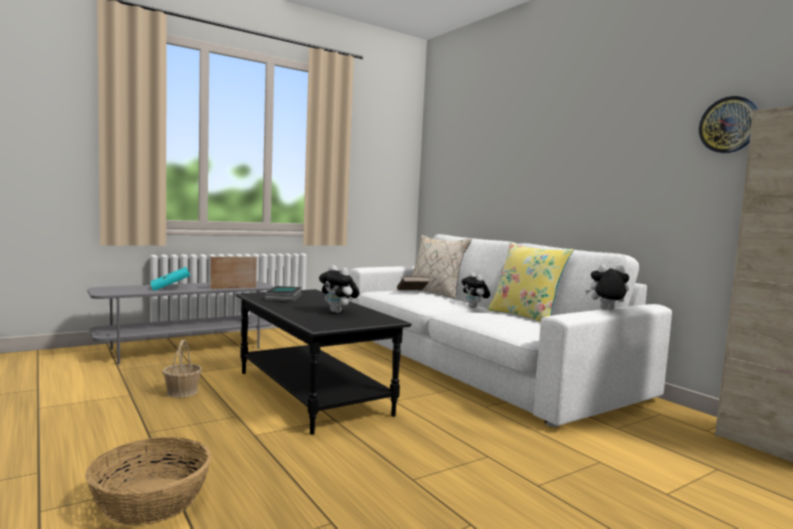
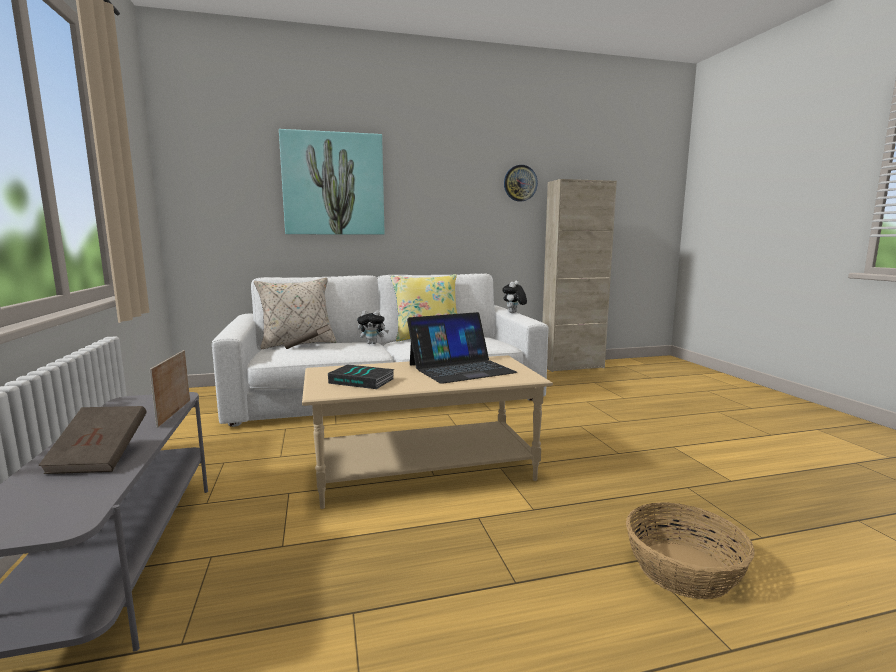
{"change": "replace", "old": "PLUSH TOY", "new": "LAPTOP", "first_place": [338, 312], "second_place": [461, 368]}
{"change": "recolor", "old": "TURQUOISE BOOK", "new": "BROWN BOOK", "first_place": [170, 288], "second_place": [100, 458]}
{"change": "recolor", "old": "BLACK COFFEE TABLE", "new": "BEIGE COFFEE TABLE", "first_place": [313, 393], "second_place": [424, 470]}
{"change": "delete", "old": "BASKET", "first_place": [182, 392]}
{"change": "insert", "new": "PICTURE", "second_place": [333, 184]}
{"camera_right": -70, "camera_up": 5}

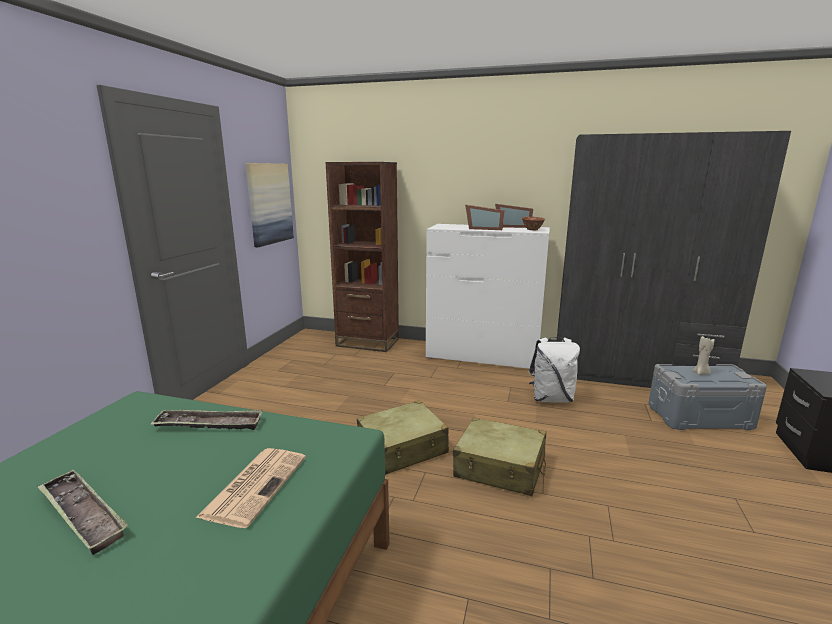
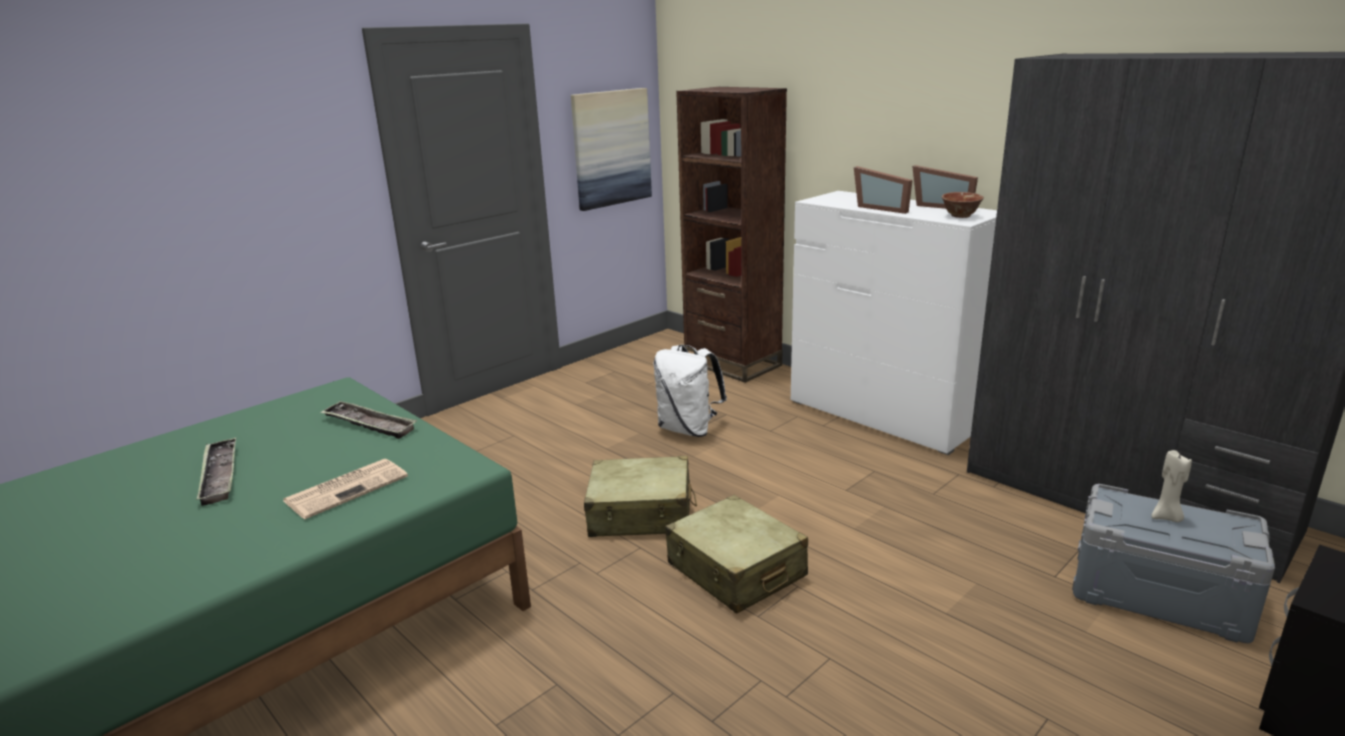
{"change": "move", "old": "WHITE BACKPACK", "first_place": [551, 398], "second_place": [688, 429]}
{"camera_right": 30, "camera_up": 5}

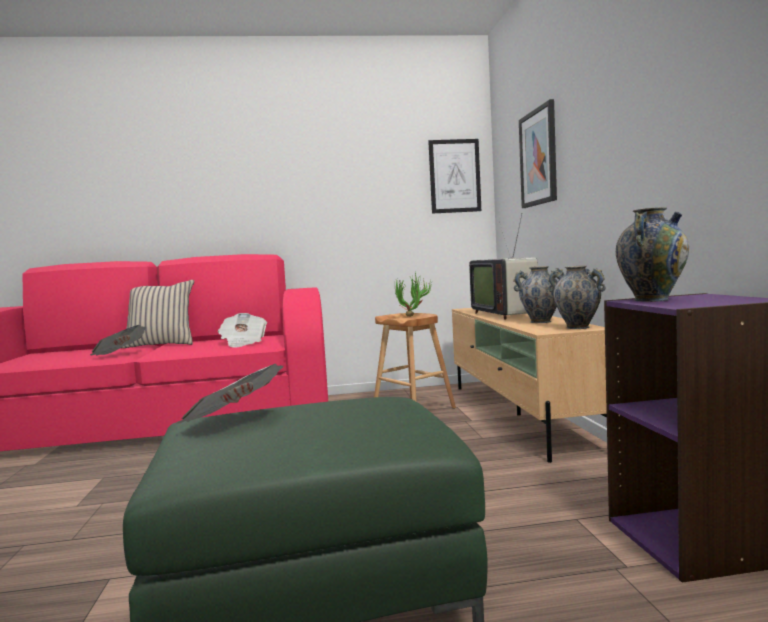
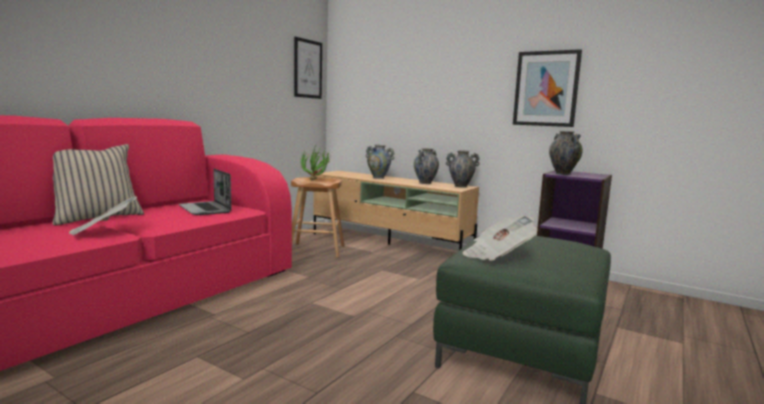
{"change": "move", "old": "PICTURE", "first_place": [538, 157], "second_place": [546, 89]}
{"change": "replace", "old": "TELEVISION", "new": "VASE", "first_place": [506, 314], "second_place": [378, 178]}
{"change": "replace", "old": "NEWSPAPER", "new": "LAPTOP", "first_place": [243, 343], "second_place": [205, 209]}
{"camera_right": -50, "camera_up": 5}

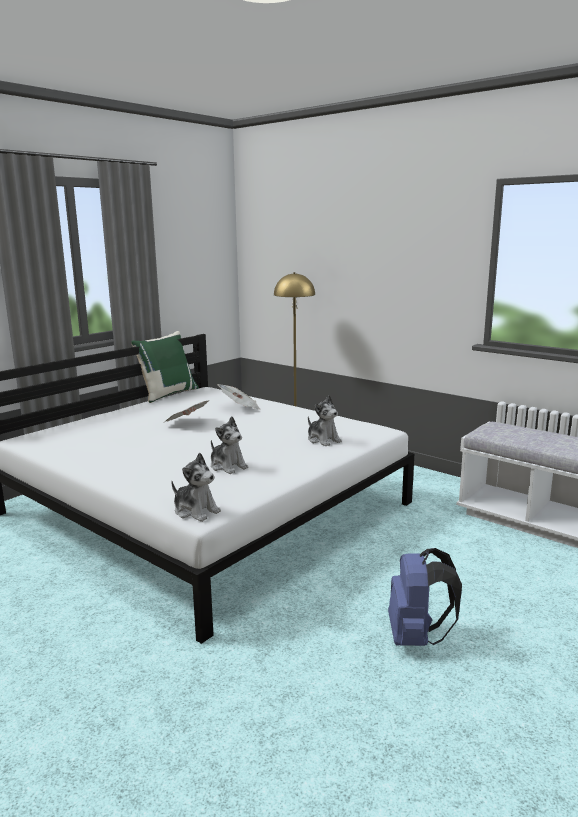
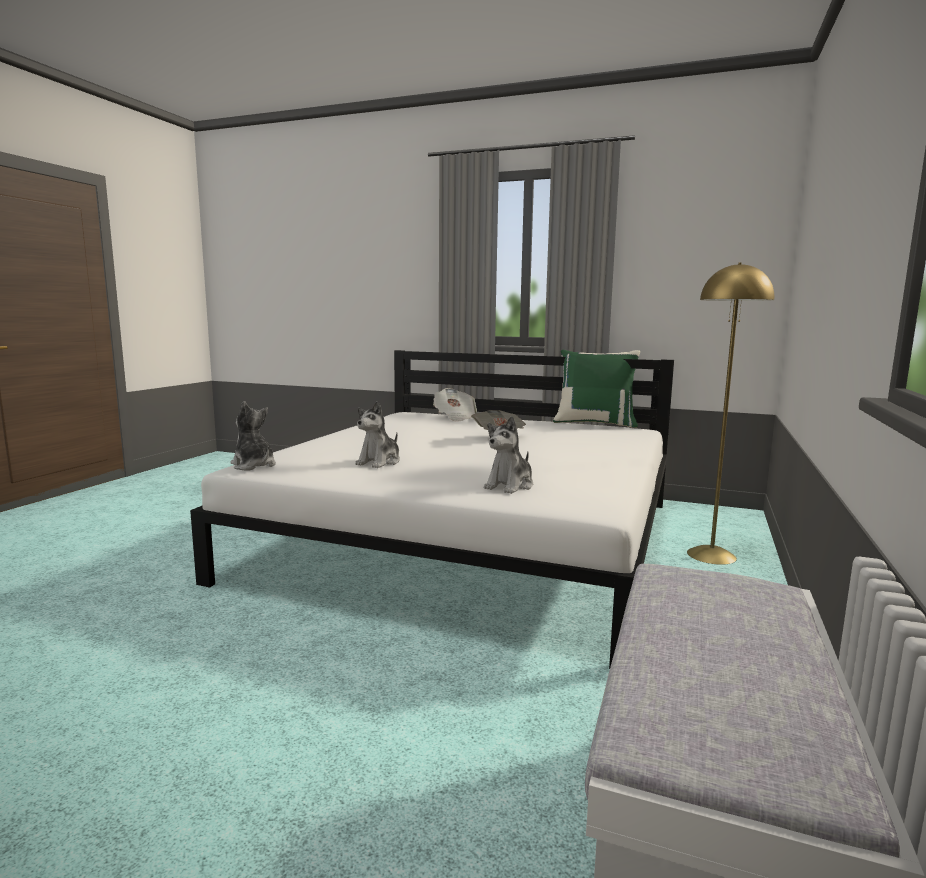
{"change": "move", "old": "NEWSPAPER", "first_place": [240, 408], "second_place": [455, 417]}
{"change": "rotate", "old": "PLUSH TOY", "first_place": [196, 511], "second_place": [253, 466], "degrees": 120}
{"change": "delete", "old": "BLUE BACKPACK", "first_place": [416, 637]}
{"camera_right": 70, "camera_up": -5}

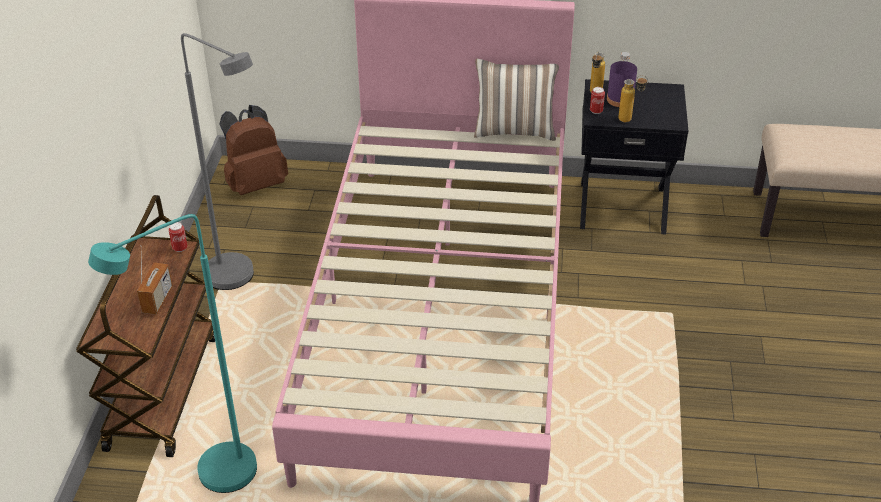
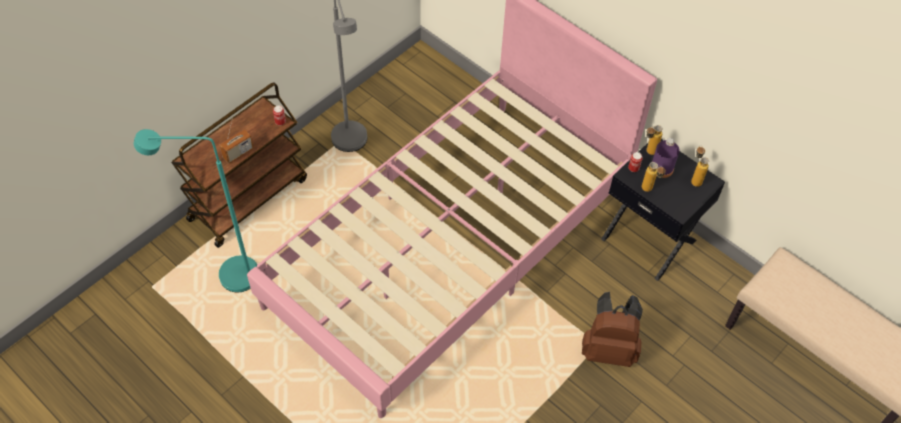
{"change": "delete", "old": "PILLOW", "first_place": [514, 130]}
{"change": "move", "old": "BROWN BACKPACK", "first_place": [255, 184], "second_place": [608, 349]}
{"change": "insert", "new": "BOTTLE", "second_place": [694, 179]}
{"camera_right": 35, "camera_up": 15}

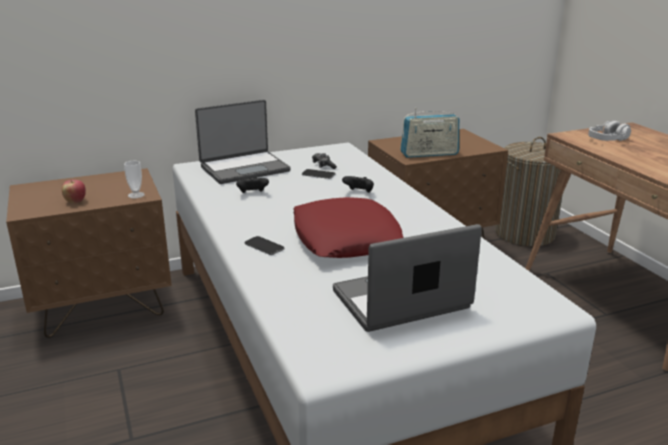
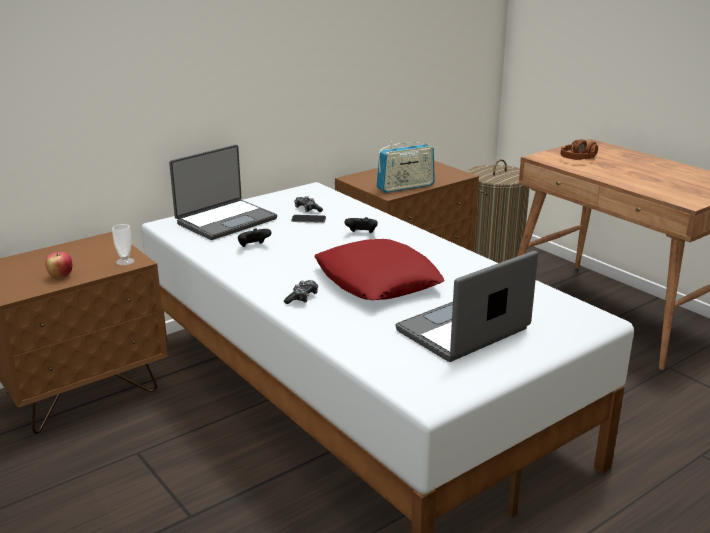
{"change": "recolor", "old": "GREY HEADPHONES", "new": "BROWN HEADPHONES", "first_place": [608, 140], "second_place": [578, 158]}
{"change": "replace", "old": "PHONE", "new": "GAME CONTROLLER", "first_place": [264, 246], "second_place": [302, 298]}
{"camera_right": -15, "camera_up": 0}

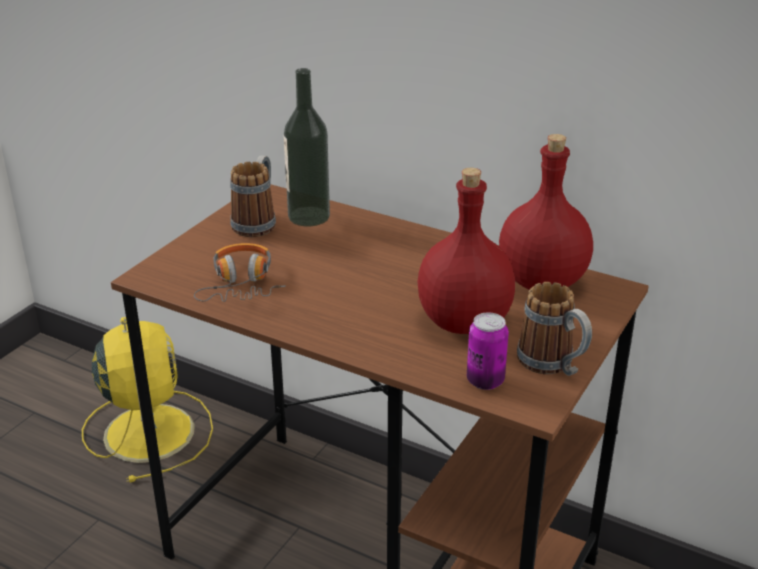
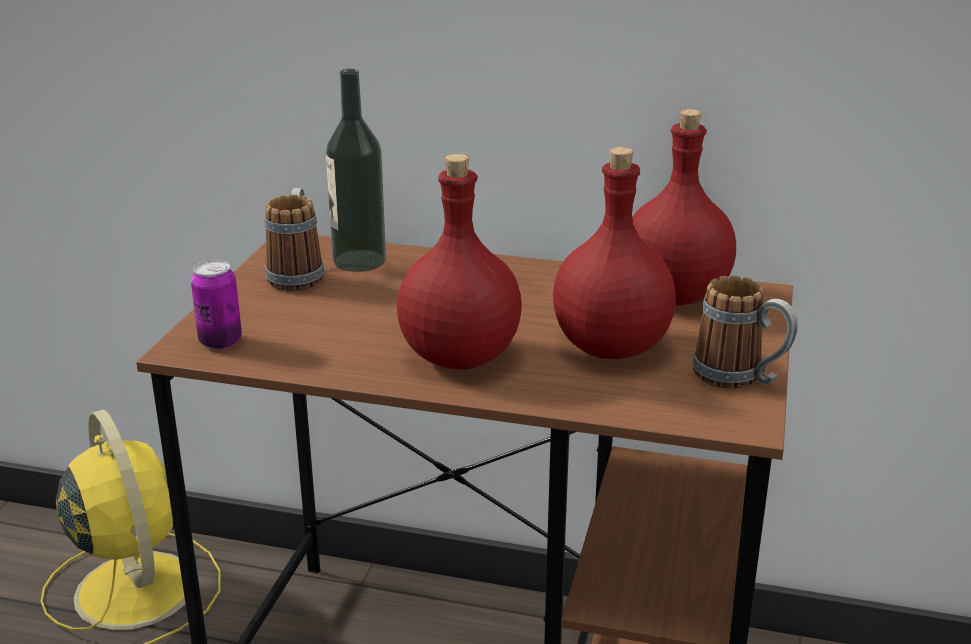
{"change": "delete", "old": "HEADPHONES", "first_place": [241, 284]}
{"change": "move", "old": "CAN", "first_place": [485, 381], "second_place": [220, 341]}
{"change": "insert", "new": "RED BOTTLE", "second_place": [458, 356]}
{"camera_right": -15, "camera_up": -5}

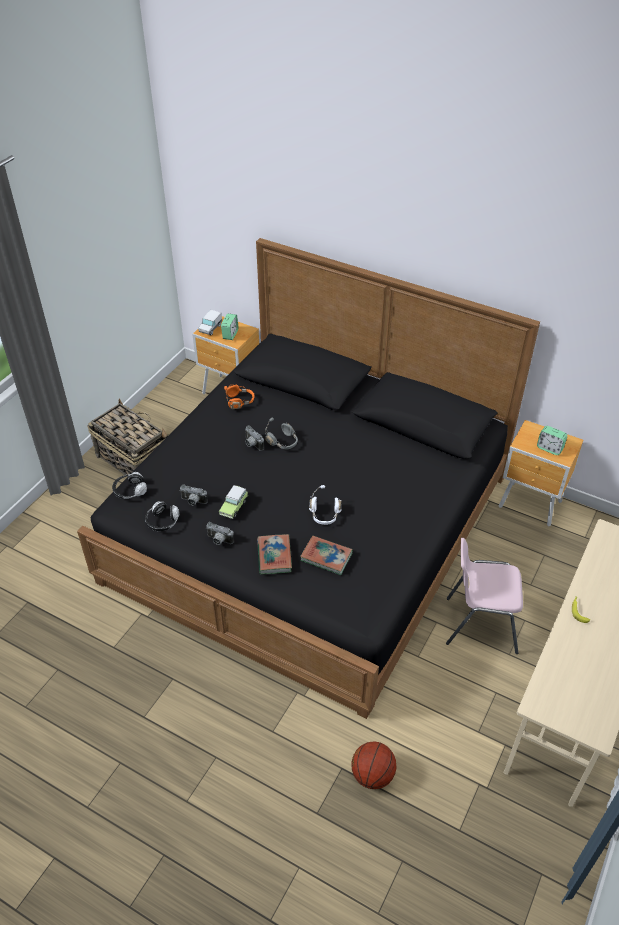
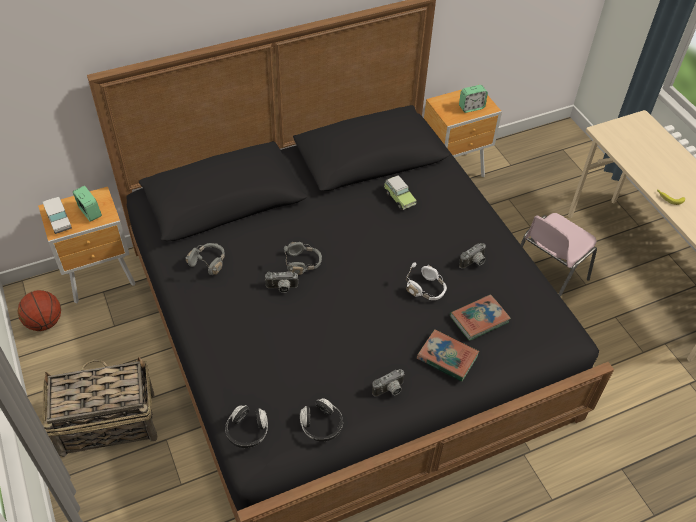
{"change": "recolor", "old": "ORANGE HEADPHONES", "new": "GREY HEADPHONES", "first_place": [240, 401], "second_place": [208, 262]}
{"change": "move", "old": "PHOTO CAMERA", "first_place": [193, 502], "second_place": [473, 263]}
{"change": "move", "old": "TOY CAR", "first_place": [234, 506], "second_place": [398, 198]}
{"change": "move", "old": "BASKETBALL", "first_place": [372, 775], "second_place": [44, 322]}
{"camera_right": -55, "camera_up": 5}

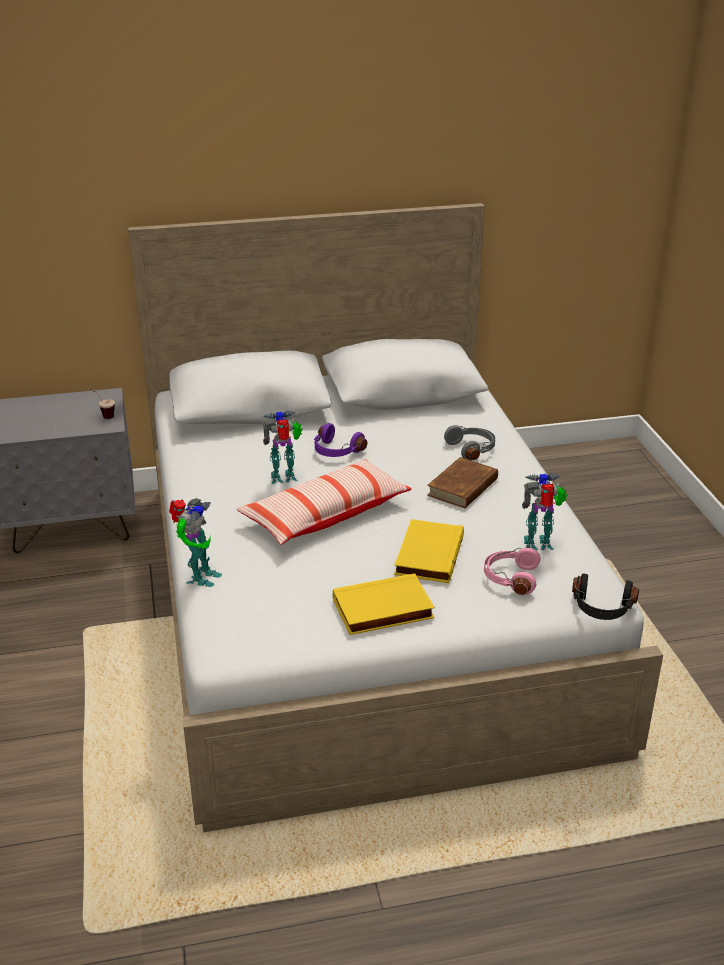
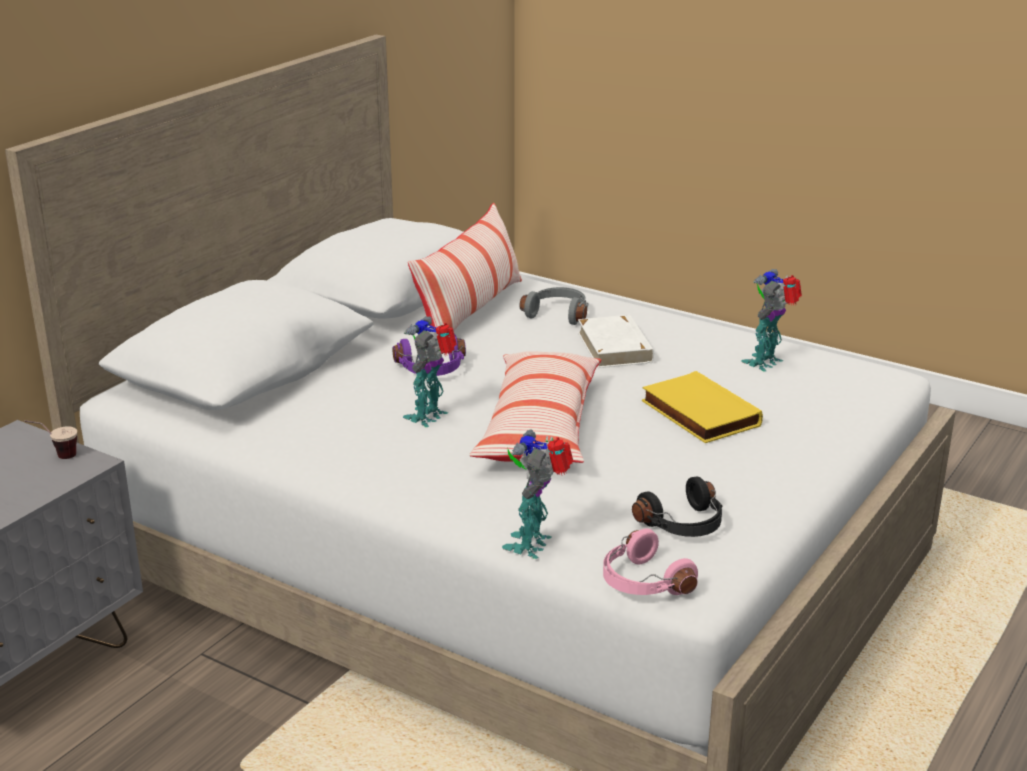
{"change": "recolor", "old": "BROWN BOOK", "new": "WHITE BOOK", "first_place": [463, 487], "second_place": [615, 347]}
{"change": "rotate", "old": "TOY ROBOT", "first_place": [199, 577], "second_place": [533, 543], "degrees": -135}
{"change": "move", "old": "PINK HEADPHONES", "first_place": [510, 578], "second_place": [642, 582]}
{"change": "delete", "old": "YELLOW BOOK", "first_place": [383, 610]}
{"change": "move", "old": "BLACK HEADPHONES", "first_place": [602, 608], "second_place": [684, 525]}
{"change": "insert", "new": "PILLOW", "second_place": [470, 311]}
{"camera_right": -45, "camera_up": -5}

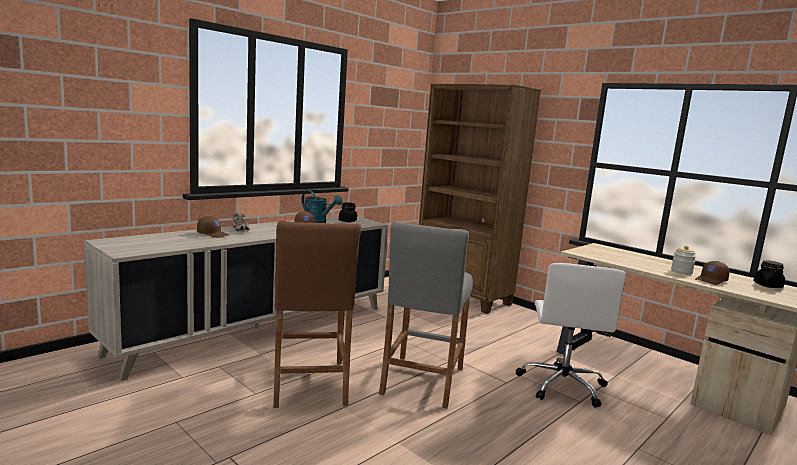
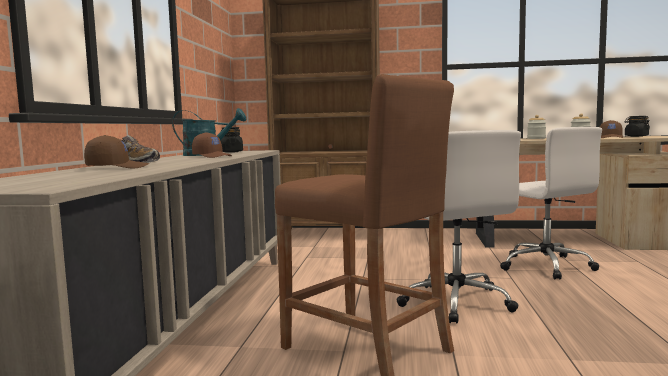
{"change": "replace", "old": "GREY STOOL", "new": "WHITE OFFICE CHAIR", "first_place": [422, 380], "second_place": [455, 301]}
{"change": "insert", "new": "JAR", "second_place": [536, 138]}
{"camera_right": -35, "camera_up": -5}

